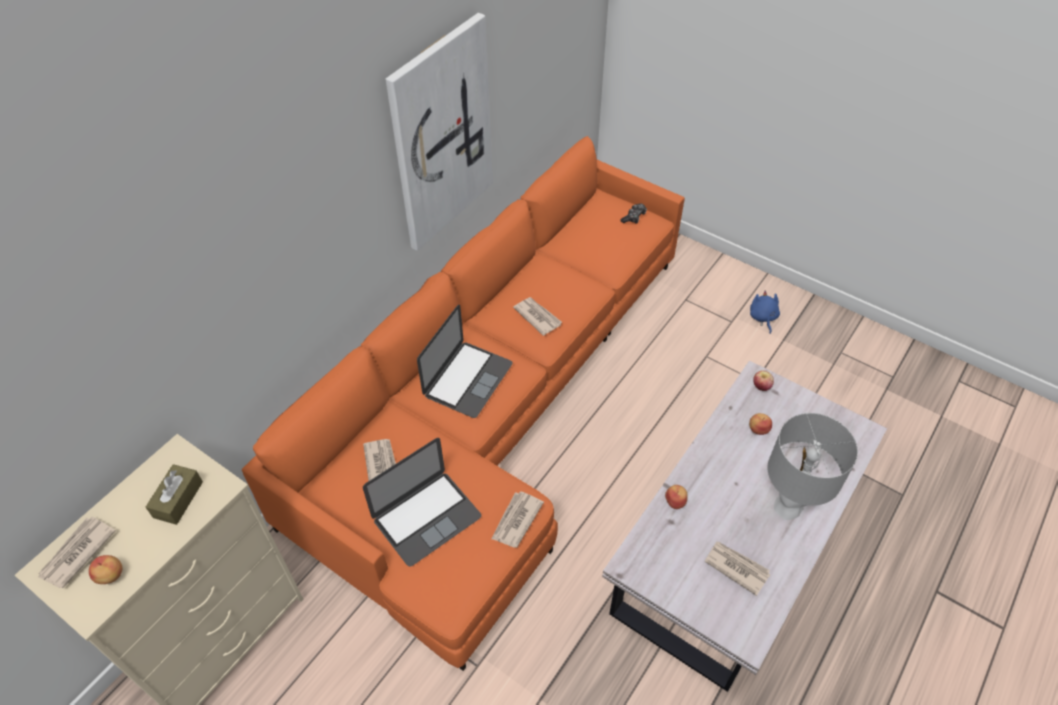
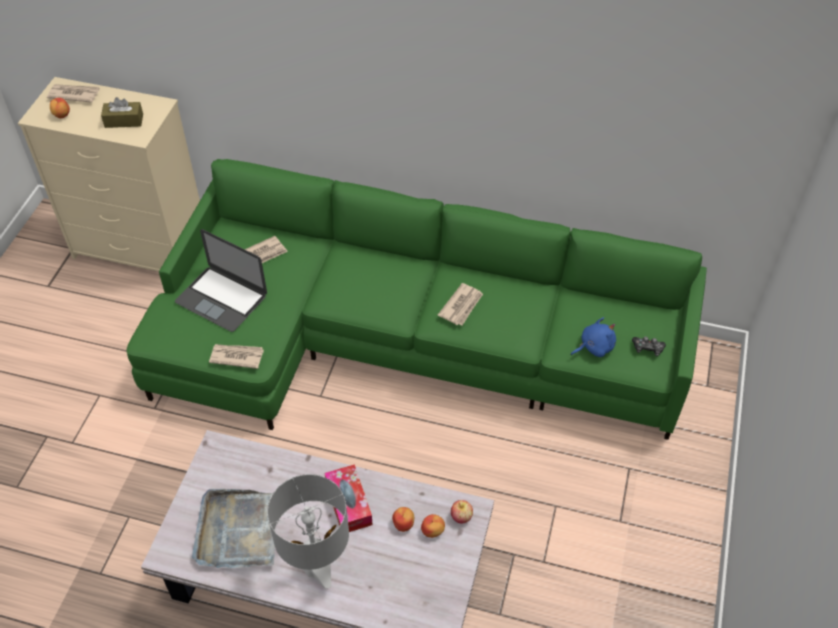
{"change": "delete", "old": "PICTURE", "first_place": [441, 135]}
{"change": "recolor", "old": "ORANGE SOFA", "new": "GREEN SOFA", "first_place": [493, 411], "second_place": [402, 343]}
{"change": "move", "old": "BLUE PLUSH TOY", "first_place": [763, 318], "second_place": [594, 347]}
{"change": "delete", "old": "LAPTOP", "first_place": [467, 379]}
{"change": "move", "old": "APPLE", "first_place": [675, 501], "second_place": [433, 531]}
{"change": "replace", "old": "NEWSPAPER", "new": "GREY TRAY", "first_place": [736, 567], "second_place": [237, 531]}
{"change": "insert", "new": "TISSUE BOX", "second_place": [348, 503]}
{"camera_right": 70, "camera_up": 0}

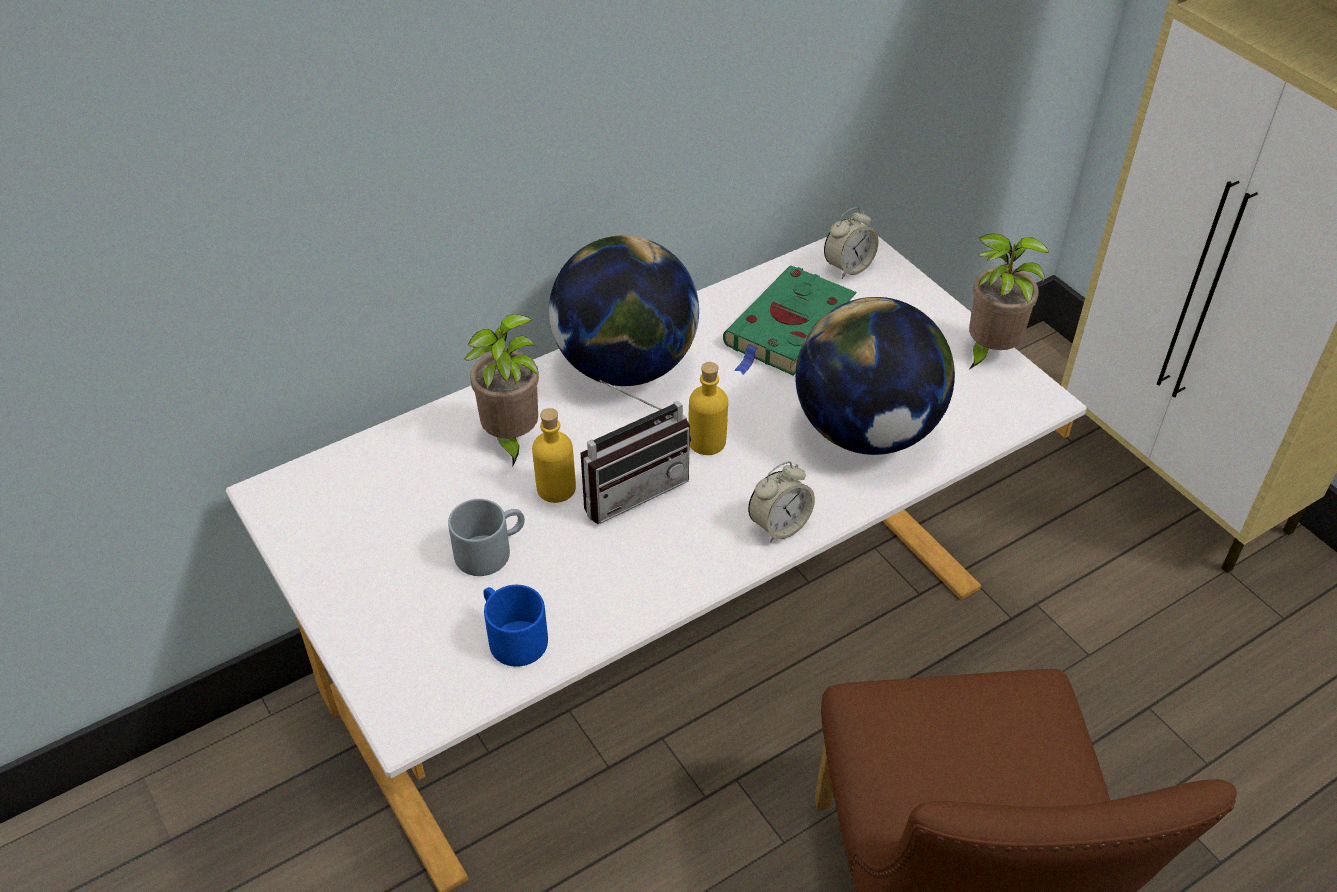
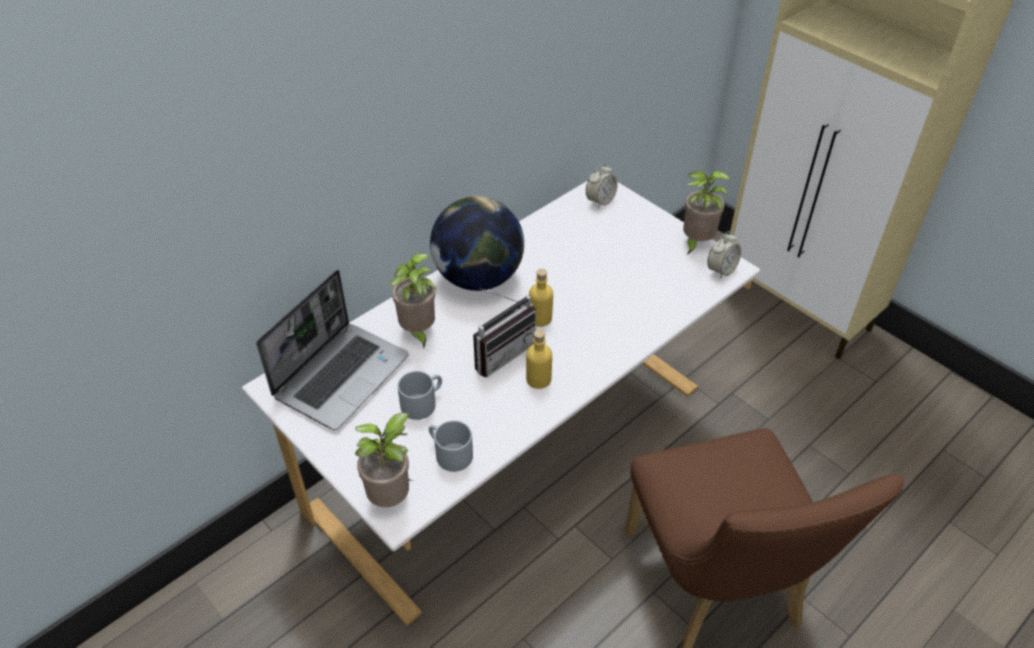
{"change": "delete", "old": "GREEN BOOK", "first_place": [788, 329]}
{"change": "delete", "old": "GLOBE", "first_place": [866, 431]}
{"change": "move", "old": "YELLOW BOTTLE", "first_place": [556, 488], "second_place": [538, 379]}
{"change": "move", "old": "ALARM CLOCK", "first_place": [779, 525], "second_place": [721, 270]}
{"change": "recolor", "old": "BLUE MUG", "new": "GREY MUG", "first_place": [511, 636], "second_place": [449, 453]}
{"change": "insert", "new": "LAPTOP", "second_place": [342, 375]}
{"change": "insert", "new": "POTTED PLANT", "second_place": [392, 498]}
{"camera_right": -10, "camera_up": 0}

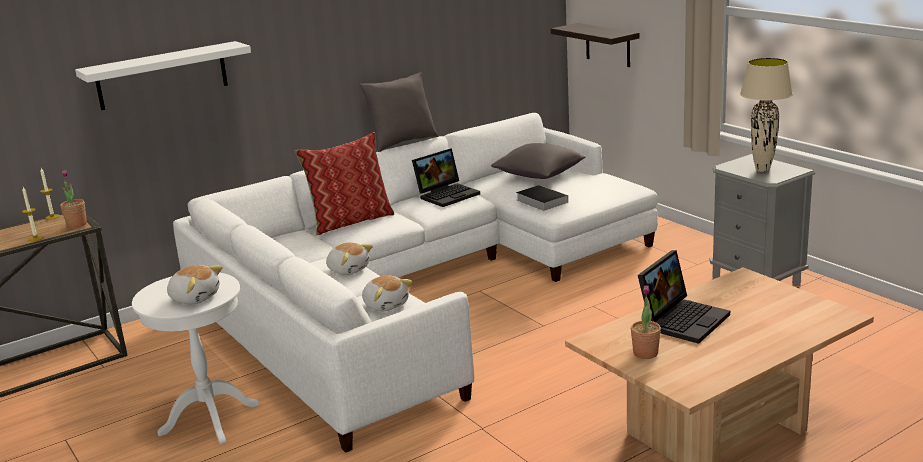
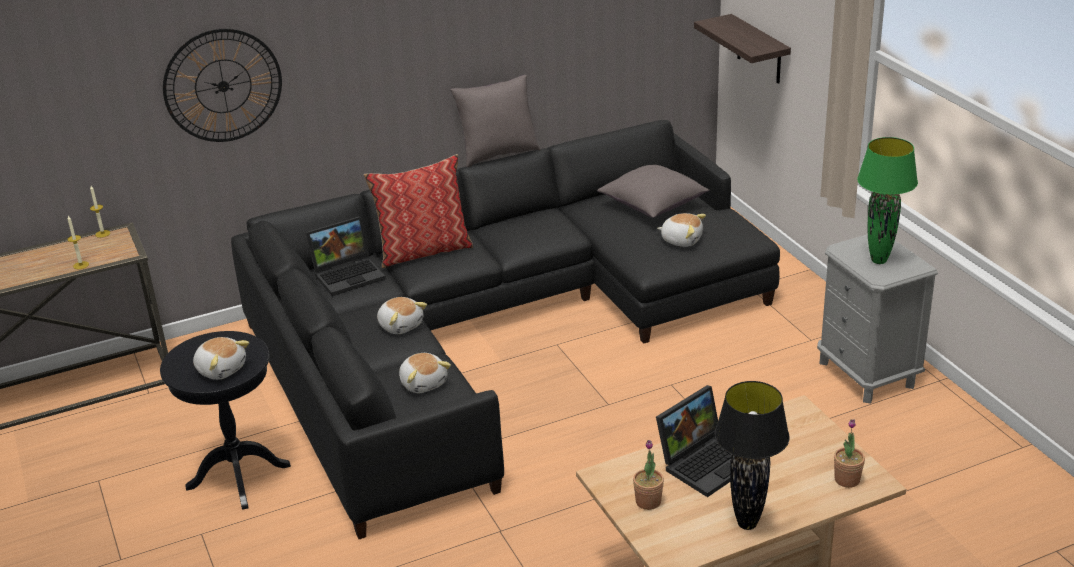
{"change": "replace", "old": "WHITE SHELF", "new": "WALL CLOCK", "first_place": [162, 76], "second_place": [223, 86]}
{"change": "recolor", "old": "BEIGE TABLE LAMP", "new": "GREEN TABLE LAMP", "first_place": [762, 170], "second_place": [879, 260]}
{"change": "recolor", "old": "WHITE SOFA", "new": "BLACK SOFA", "first_place": [418, 288], "second_place": [493, 331]}
{"change": "move", "old": "LAPTOP", "first_place": [447, 194], "second_place": [349, 274]}
{"change": "move", "old": "POTTED PLANT", "first_place": [77, 224], "second_place": [847, 480]}
{"change": "delete", "old": "BOOK", "first_place": [540, 201]}
{"change": "recolor", "old": "WHITE SIDE TABLE", "new": "BLACK SIDE TABLE", "first_place": [209, 419], "second_place": [238, 476]}
{"change": "insert", "new": "PLUSH TOY", "second_place": [681, 240]}
{"change": "insert", "new": "BLACK TABLE LAMP", "second_place": [746, 524]}
{"camera_right": 10, "camera_up": 10}

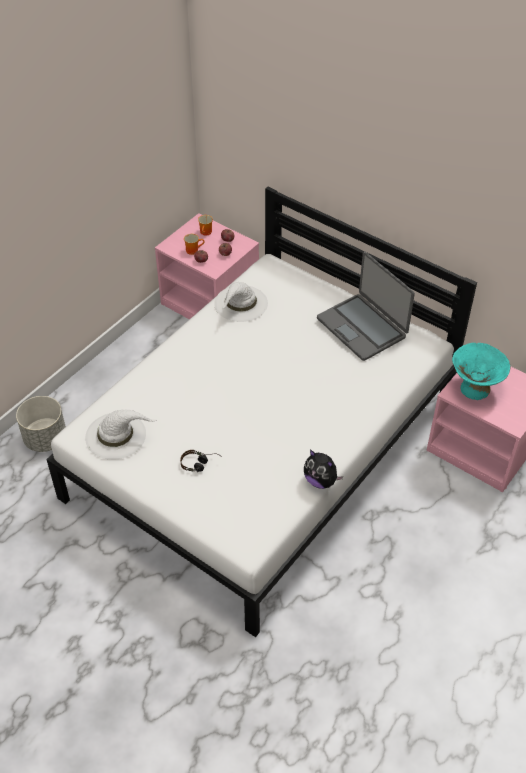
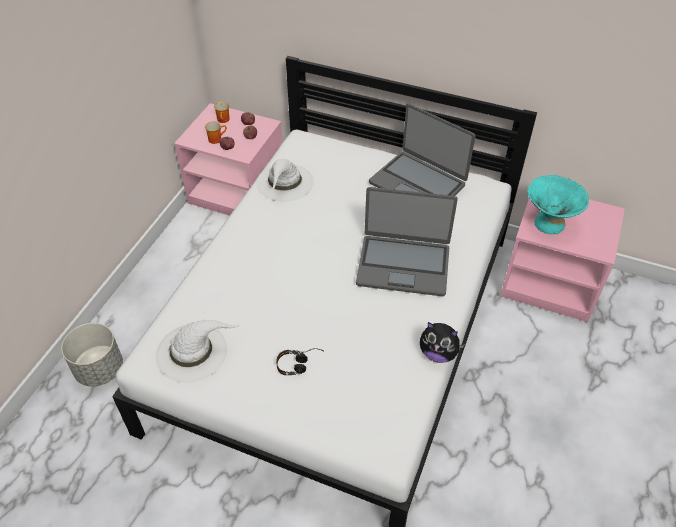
{"change": "insert", "new": "LAPTOP", "second_place": [403, 265]}
{"camera_right": -15, "camera_up": 0}

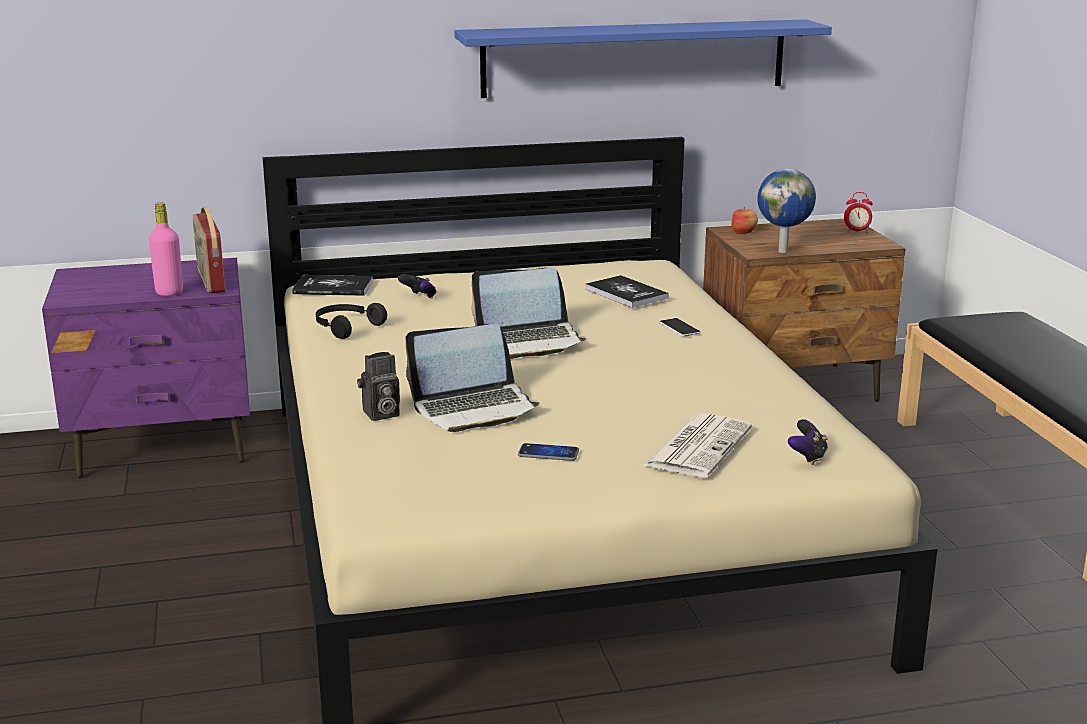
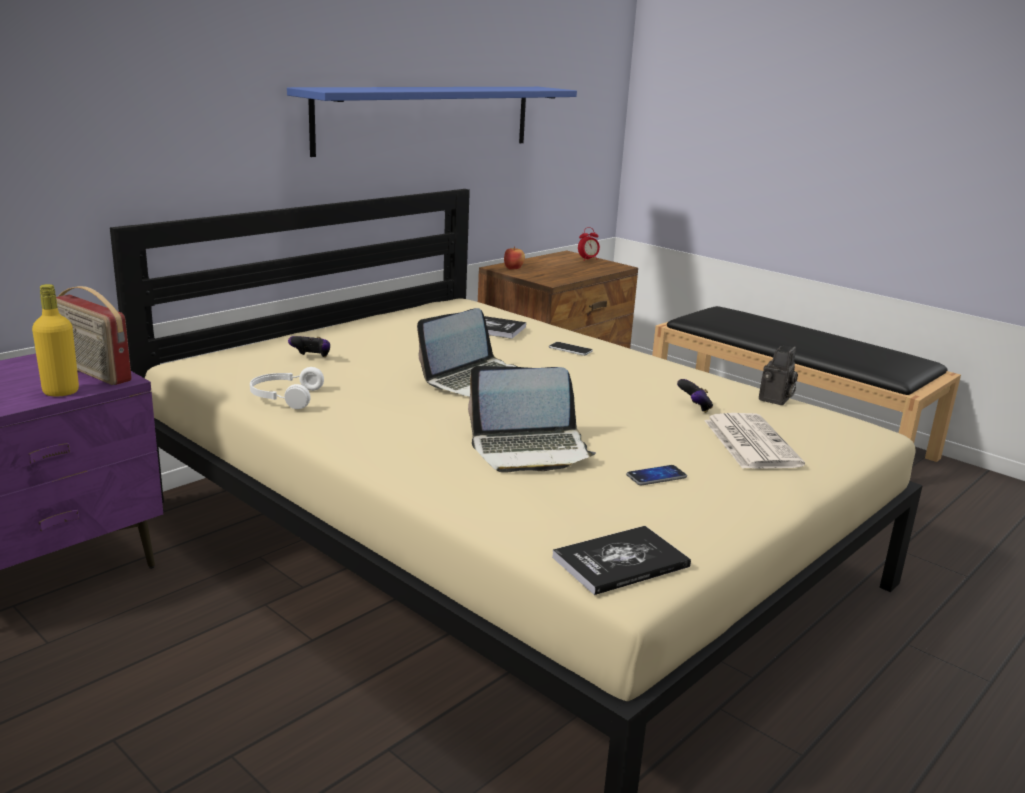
{"change": "delete", "old": "GLOBE", "first_place": [783, 251]}
{"change": "recolor", "old": "PINK BOTTLE", "new": "YELLOW BOTTLE", "first_place": [169, 292], "second_place": [61, 392]}
{"change": "move", "old": "BOOK", "first_place": [333, 287], "second_place": [620, 562]}
{"change": "recolor", "old": "BLACK HEADPHONES", "new": "WHITE HEADPHONES", "first_place": [346, 327], "second_place": [284, 397]}
{"change": "rotate", "old": "LAPTOP", "first_place": [474, 408], "second_place": [530, 450], "degrees": 45}
{"change": "move", "old": "PHOTO CAMERA", "first_place": [380, 414], "second_place": [775, 400]}
{"change": "move", "old": "GAME CONTROLLER", "first_place": [807, 457], "second_place": [694, 408]}
{"camera_right": -35, "camera_up": 0}

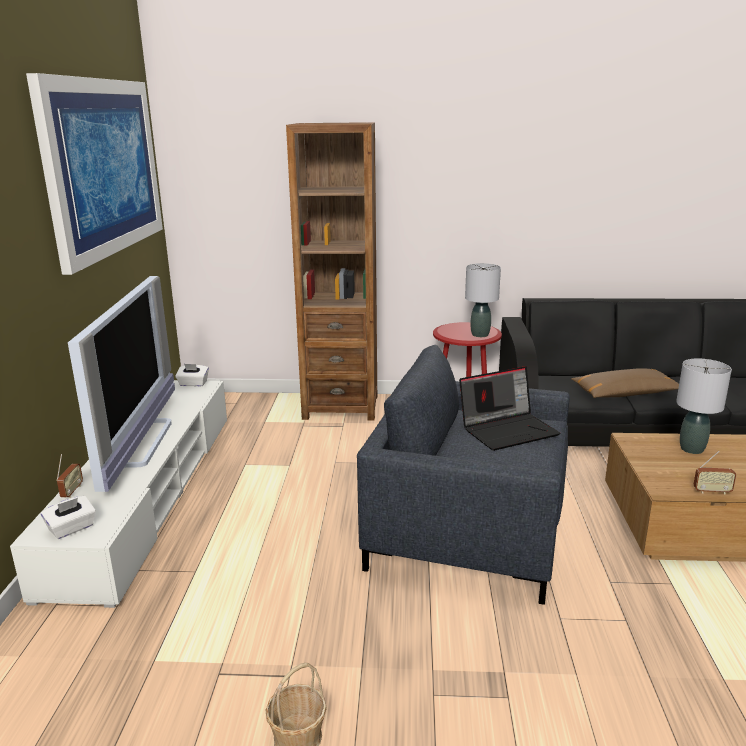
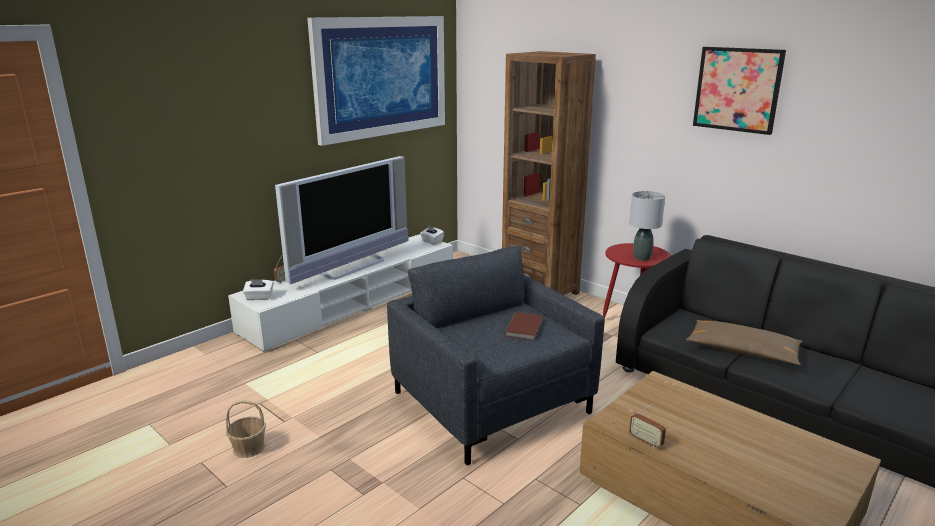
{"change": "delete", "old": "GREY TABLE LAMP", "first_place": [692, 449]}
{"change": "replace", "old": "LAPTOP", "new": "BROWN BOOK", "first_place": [508, 430], "second_place": [525, 328]}
{"change": "insert", "new": "PICTURE", "second_place": [737, 89]}
{"camera_right": 40, "camera_up": 0}

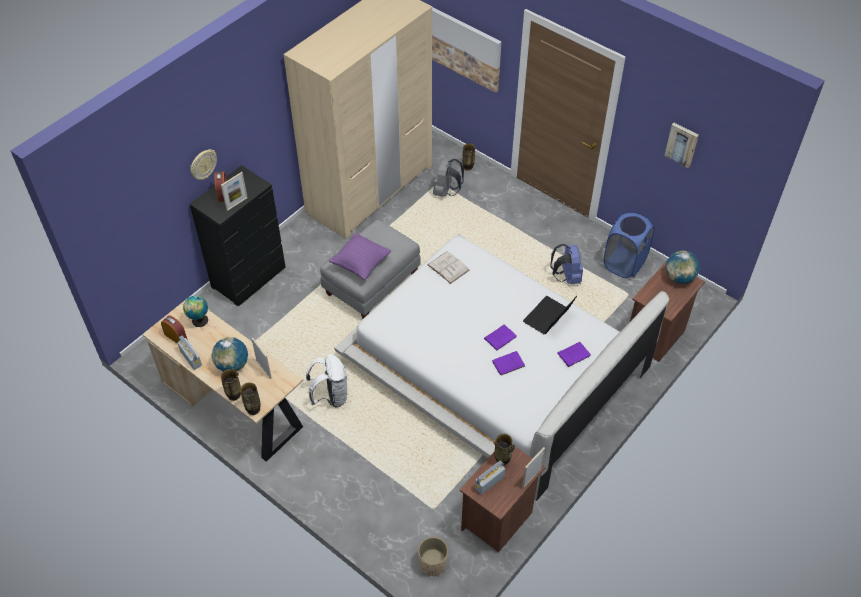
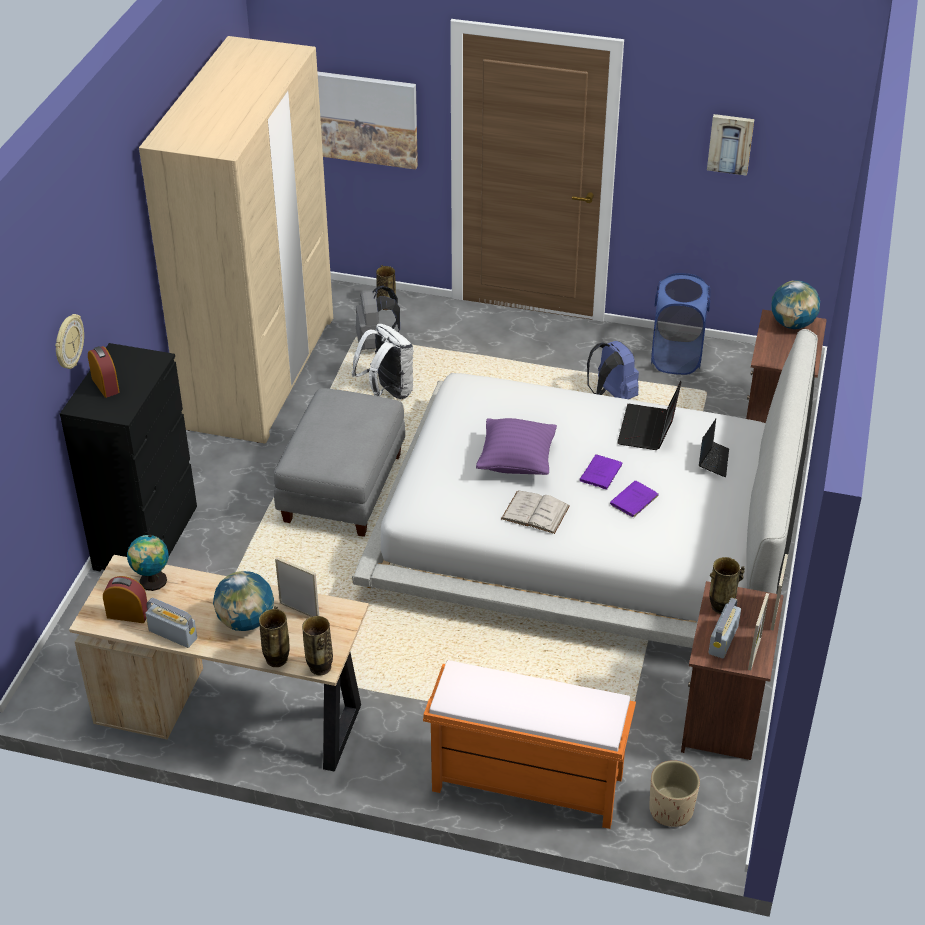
{"change": "move", "old": "PICTURE FRAME", "first_place": [237, 204], "second_place": [754, 653]}
{"change": "move", "old": "PURPLE PILLOW", "first_place": [360, 264], "second_place": [516, 462]}
{"change": "move", "old": "WHITE BOOK", "first_place": [448, 267], "second_place": [535, 512]}
{"change": "replace", "old": "PURPLE BOOK", "new": "LAPTOP", "first_place": [574, 354], "second_place": [713, 461]}
{"change": "move", "old": "WHITE BACKPACK", "first_place": [330, 396], "second_place": [387, 392]}
{"change": "insert", "new": "ORANGE BENCH", "second_place": [525, 784]}
{"camera_right": -25, "camera_up": -10}

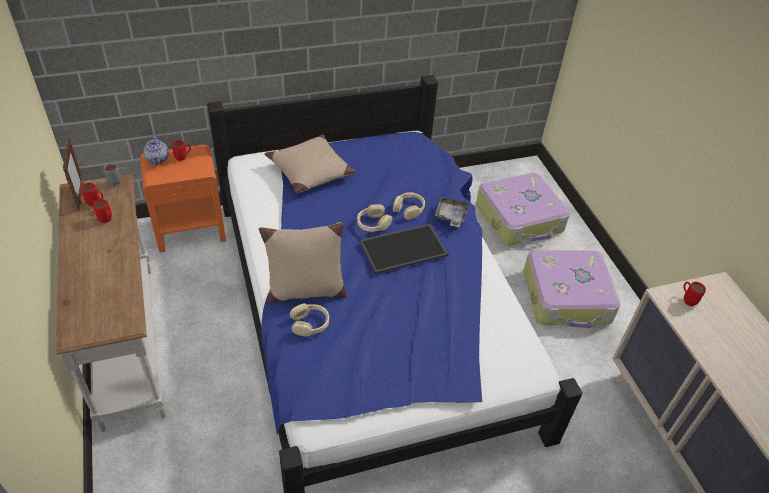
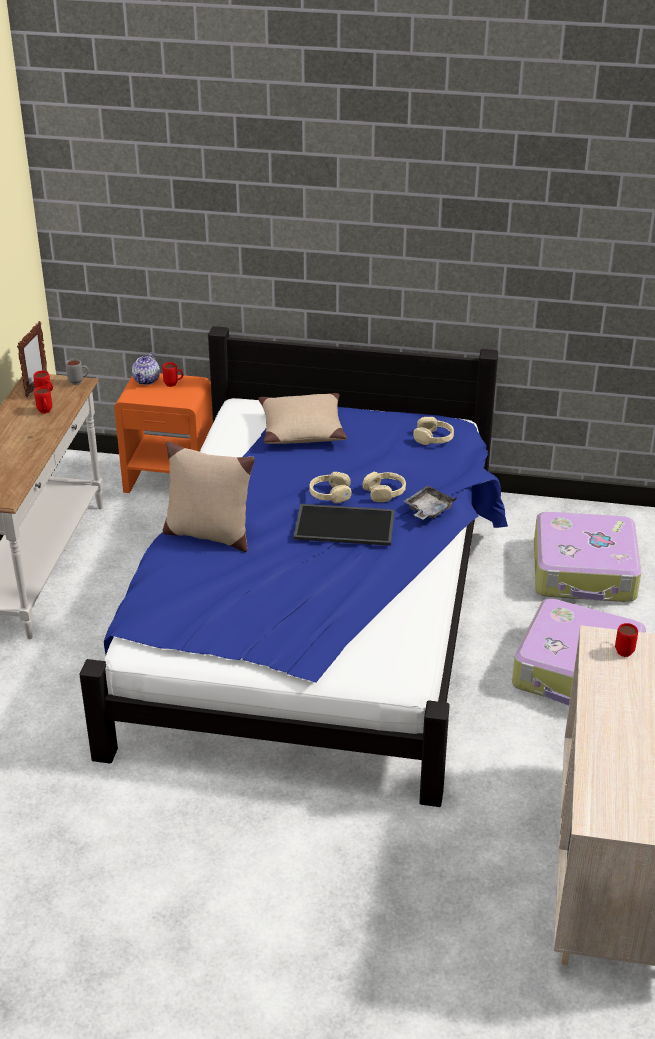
{"change": "move", "old": "BEIGE HEADPHONES", "first_place": [310, 324], "second_place": [433, 438]}
{"camera_right": 30, "camera_up": -10}

